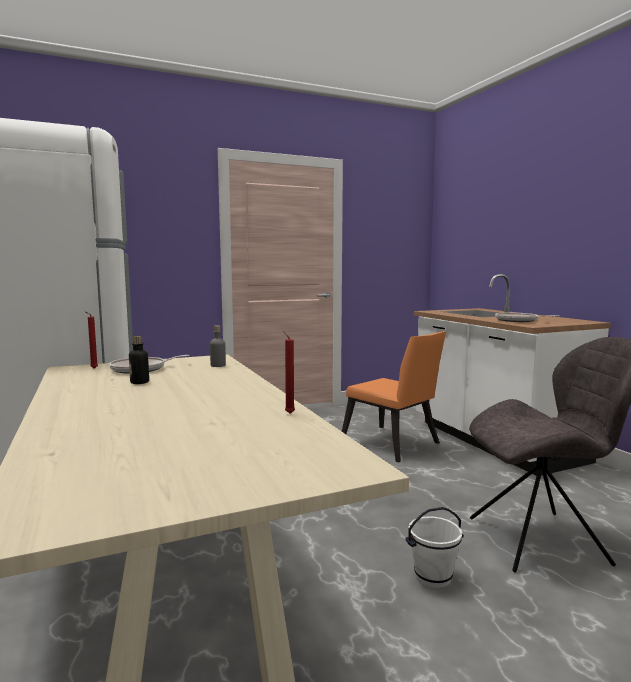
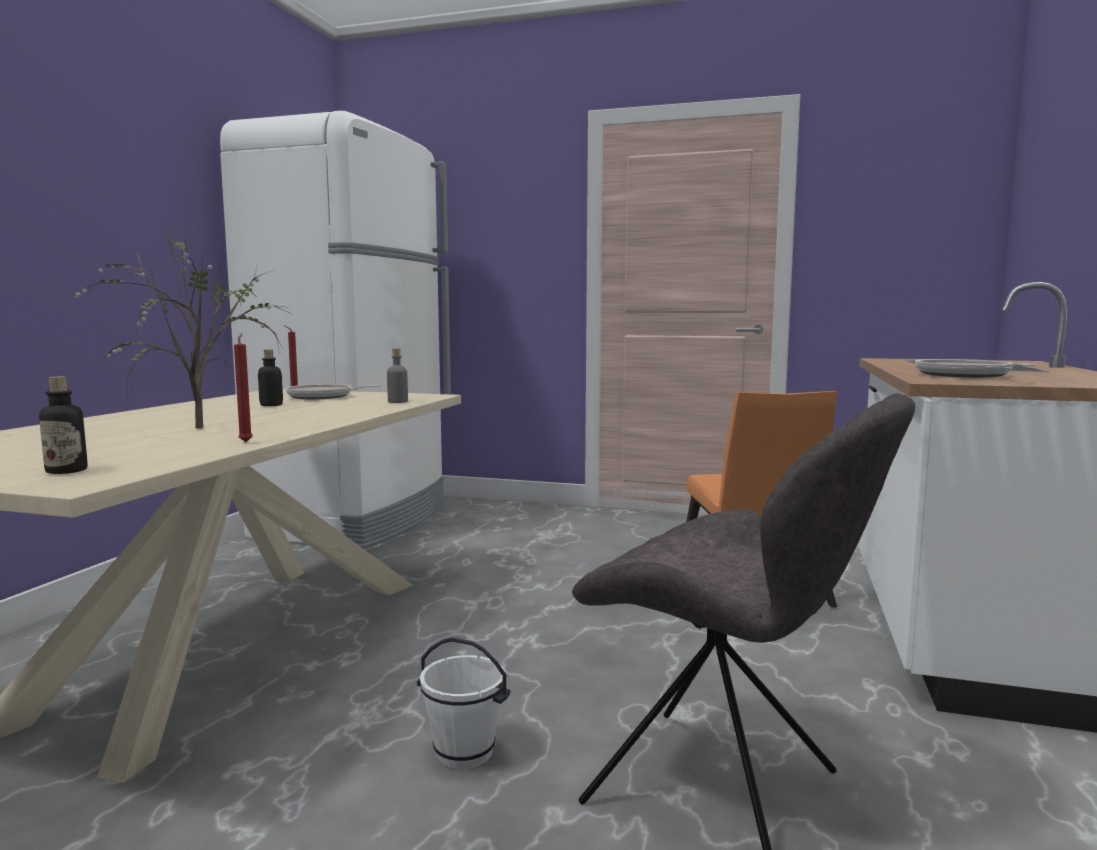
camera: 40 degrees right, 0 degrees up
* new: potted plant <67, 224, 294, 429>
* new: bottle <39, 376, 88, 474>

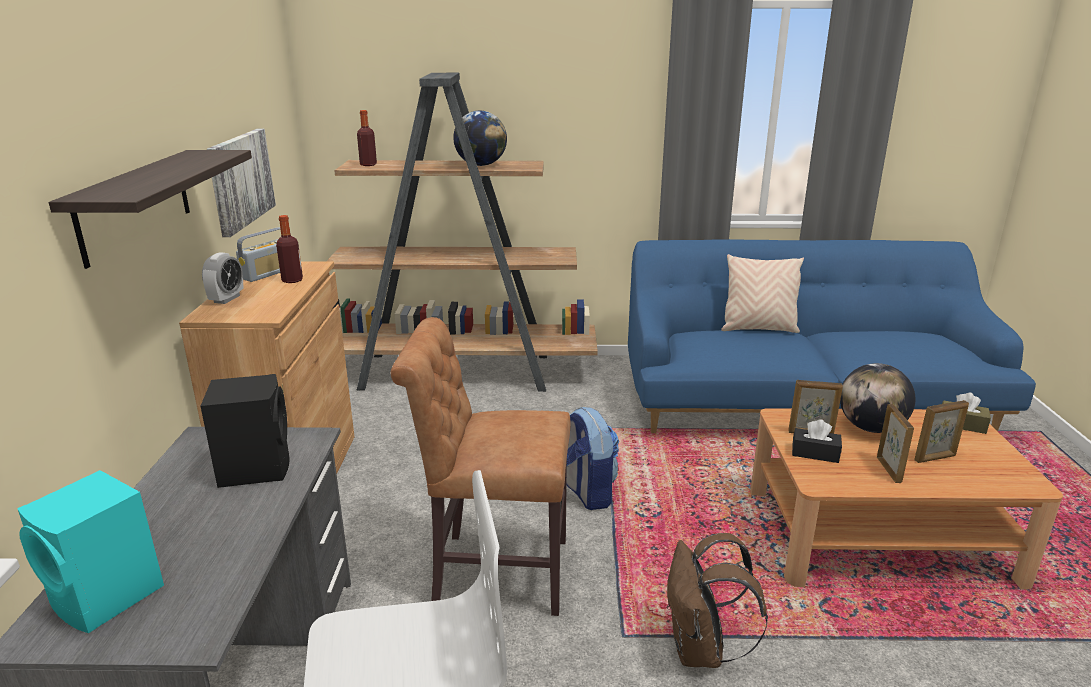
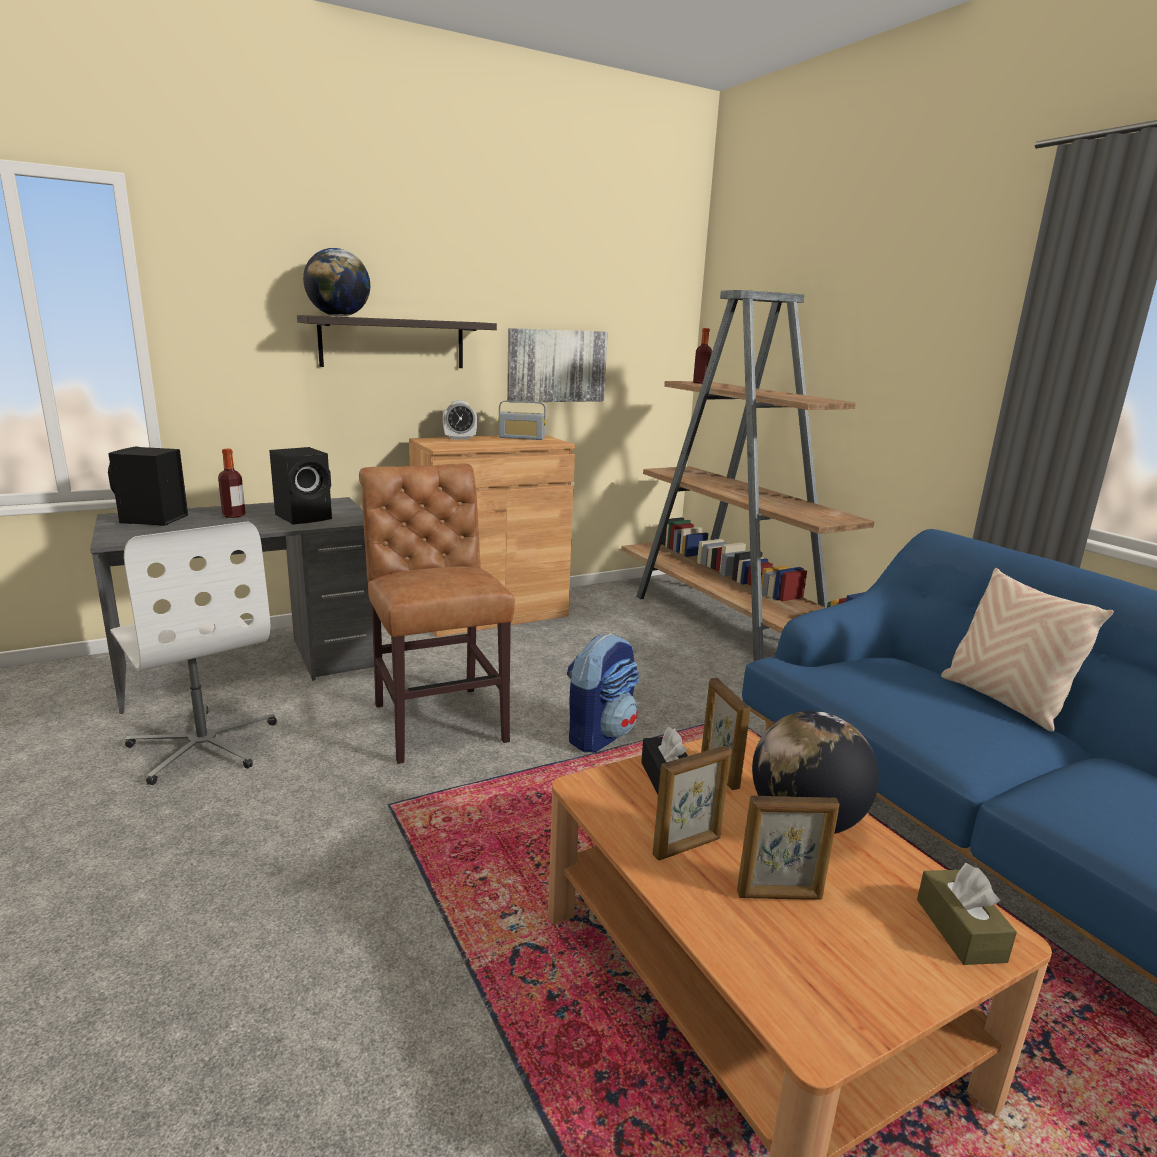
camera: 60 degrees right, 5 degrees down
* shifted: globe <453, 111, 507, 166> to <303, 248, 370, 317>
* shifted: bottle <276, 215, 303, 283> to <218, 449, 246, 518>
* rotated: picture frame <914, 400, 969, 463> = <737, 795, 839, 900> 45 degrees counterclockwise
* repainted: speaker/turquoise <17, 470, 164, 633> to speaker/black <108, 447, 188, 526>
* gone: backpack/brown <667, 533, 768, 668>

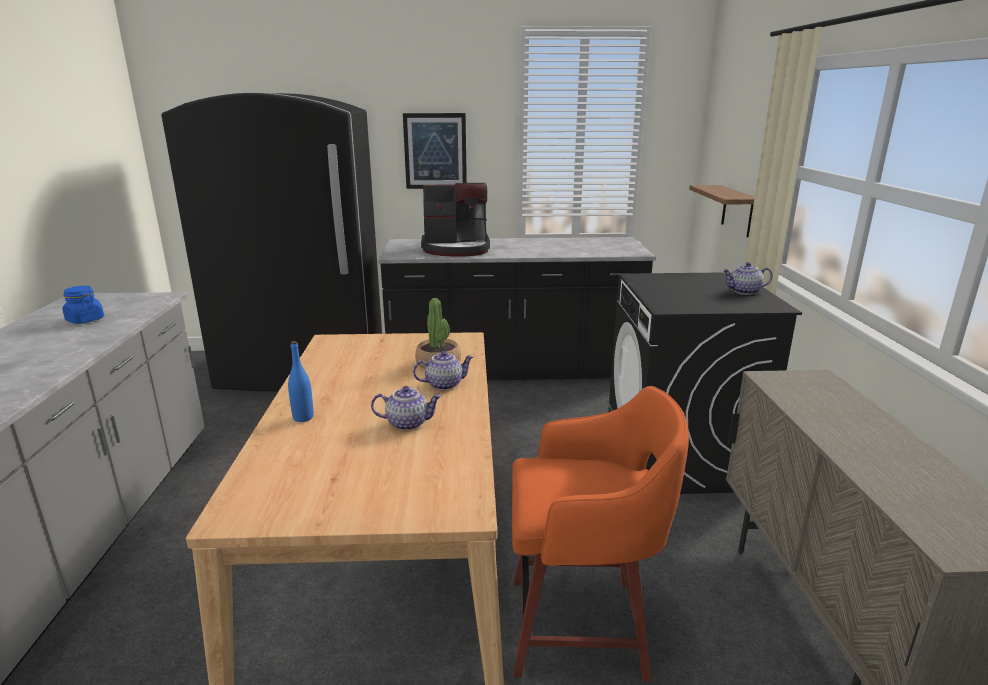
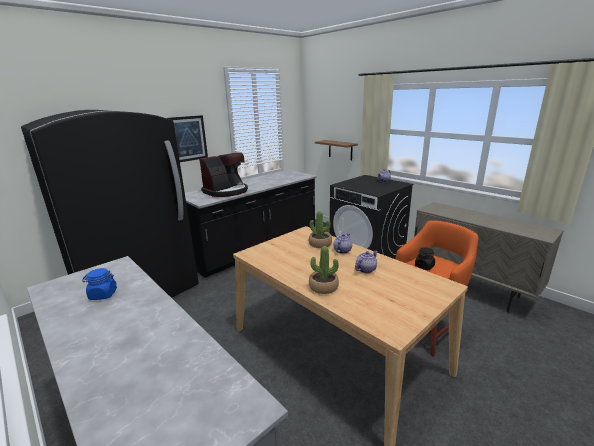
camera: 40 degrees left, 0 degrees up
* swapped: bottle/blue <288, 341, 314, 422> to potted plant <309, 246, 339, 294>
* new: jar/black <415, 247, 435, 270>

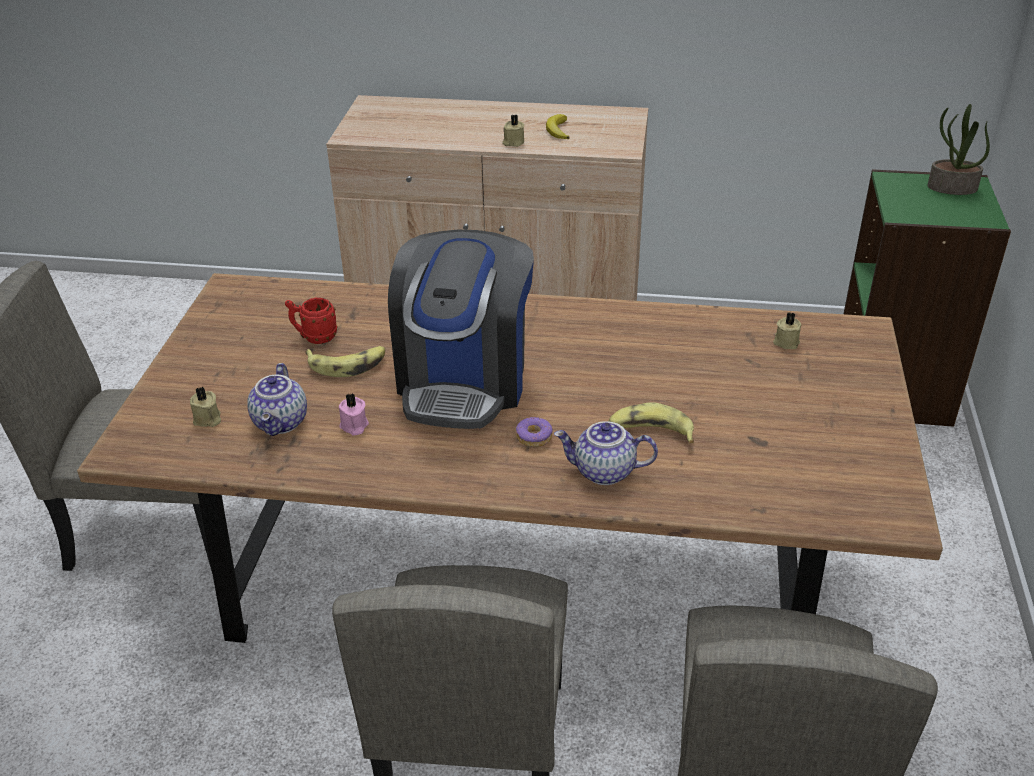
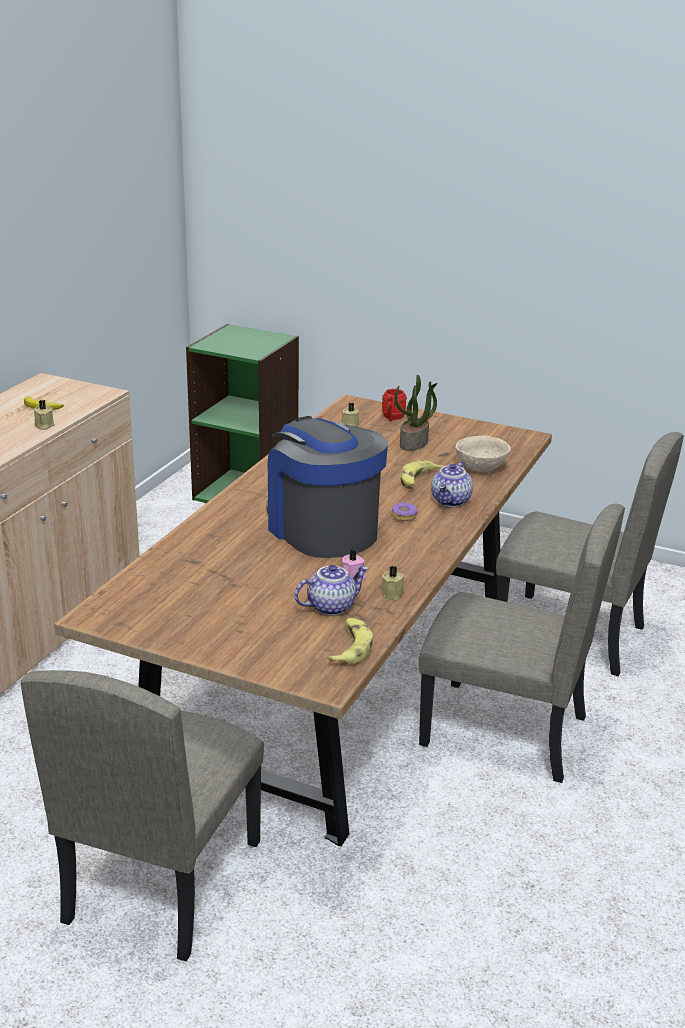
camera: 75 degrees left, 10 degrees down
* shifted: potted plant <928, 104, 990, 195> to <394, 375, 438, 451>
* rotated: coffee machine <388, 230, 534, 429> = <266, 416, 388, 558> 150 degrees counterclockwise
* shifted: mug/red <285, 297, 337, 344> to <382, 389, 407, 421>
* shifted: banana <305, 346, 385, 377> to <328, 618, 373, 663>
* rotated: teapot <247, 363, 307, 436> = <295, 565, 369, 616> 45 degrees counterclockwise
* shifted: candle/beige <190, 387, 221, 427> to <382, 566, 405, 600>
* new: bowl/beige <455, 435, 511, 472>

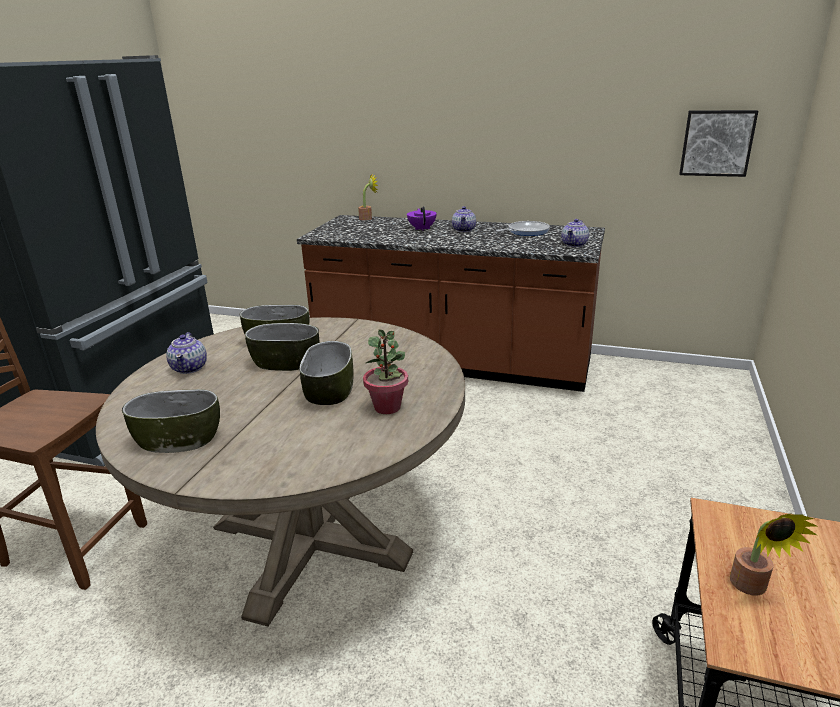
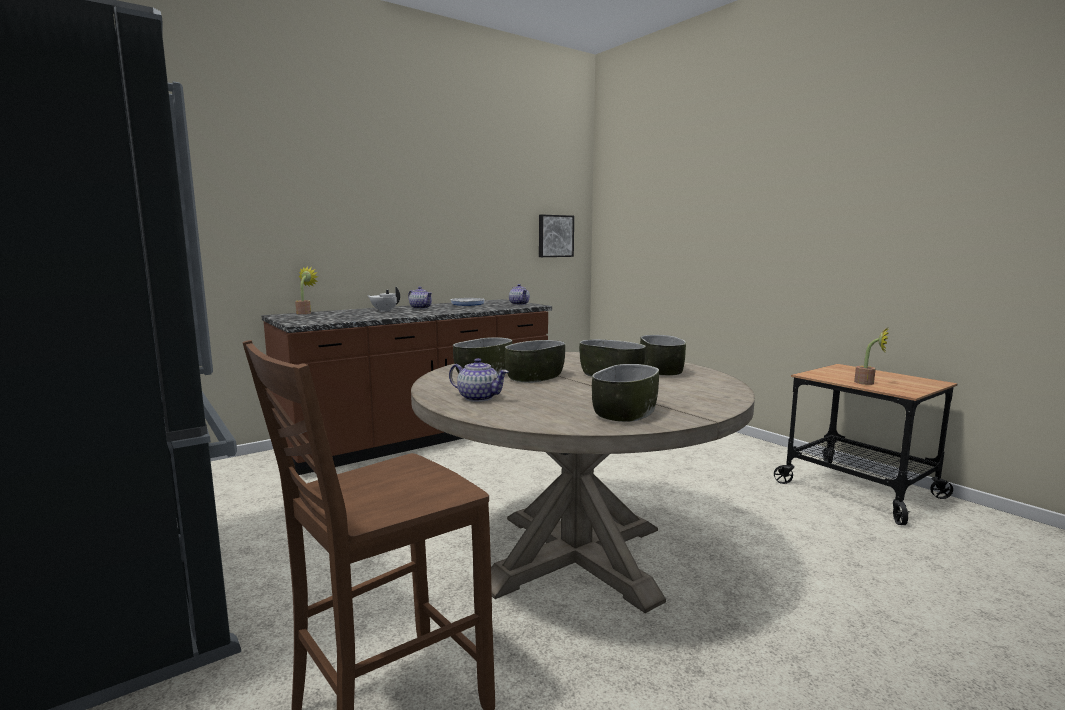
camera: 55 degrees left, 15 degrees down
* repainted: teapot/purple <407, 206, 437, 231> to teapot/white <367, 286, 400, 312>
* swapped: potted plant <363, 330, 408, 414> to bowl <640, 335, 686, 375>

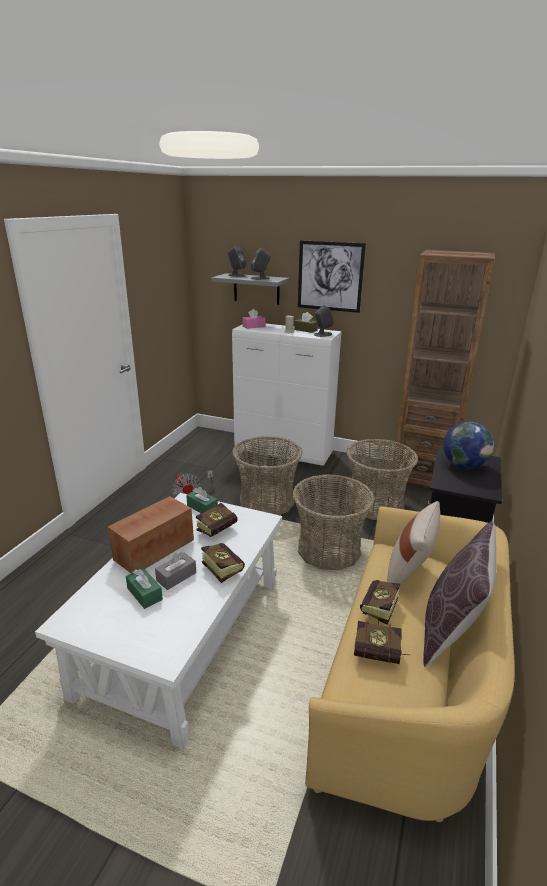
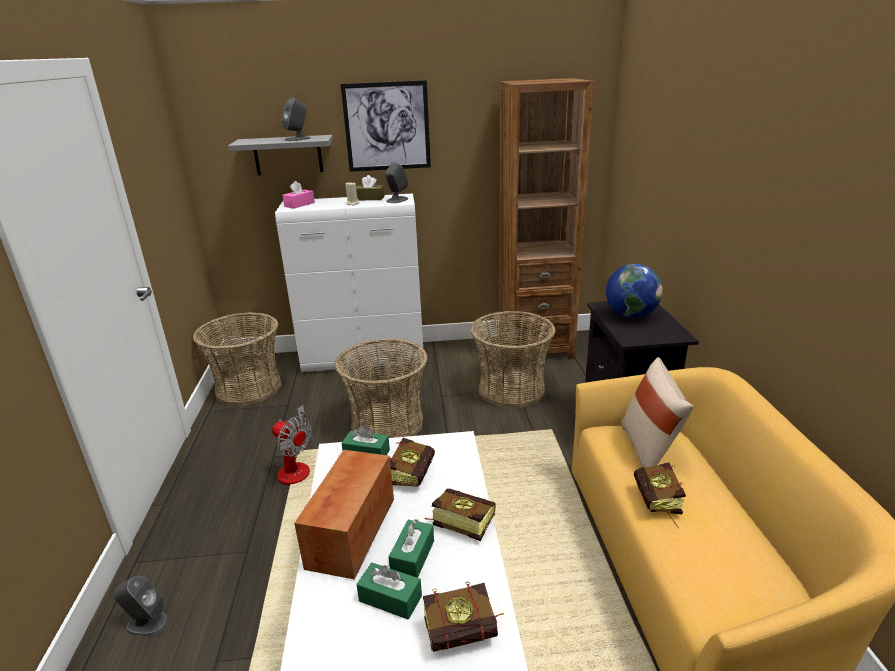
camera: 25 degrees left, 0 degrees up
* shifted: speaker/grey <228, 246, 246, 277> to <114, 576, 168, 636>
* shifted: basket <292, 474, 375, 570> to <193, 312, 282, 406>
* gone: pillow/brown <423, 521, 496, 667>
* repainted: tissue box/grey <155, 552, 196, 590> to tissue box/green <389, 519, 434, 578>
* shifted: book <354, 619, 411, 664> to <423, 581, 504, 652>

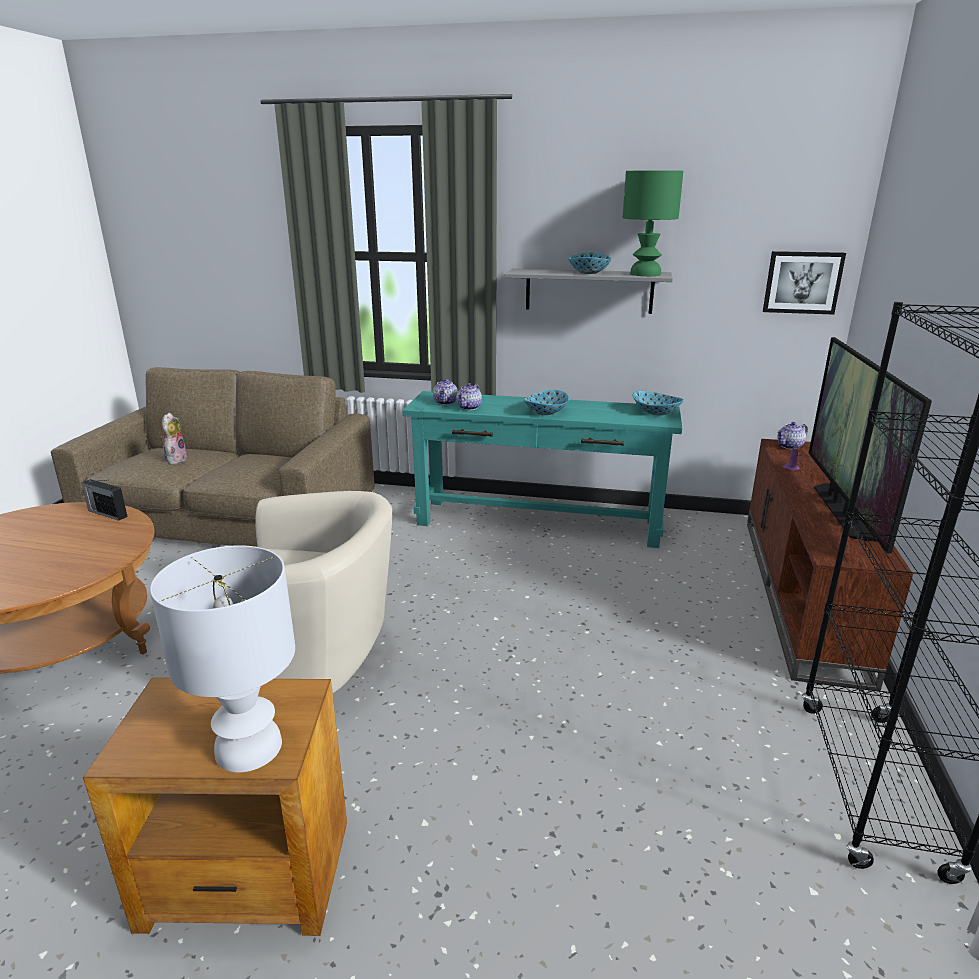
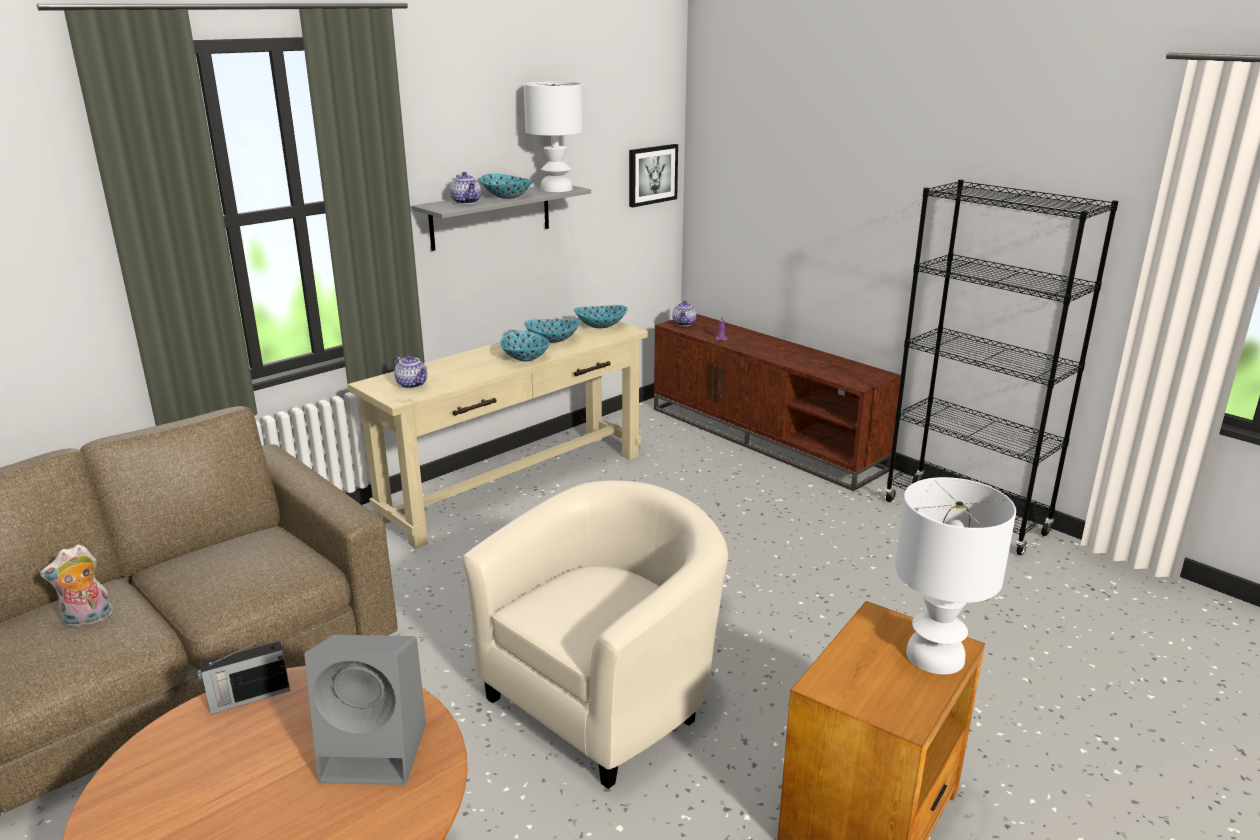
camera: 55 degrees left, 0 degrees up
* repainted: table lamp/green <623, 170, 683, 276> to table lamp/white <524, 81, 583, 192>
* gone: television <809, 337, 932, 554>
* shifted: teapot <456, 383, 482, 410> to <450, 172, 481, 204>
* repainted: console table/turquoise <402, 391, 682, 548> to console table/beige <348, 320, 648, 549>
* rotated: plush toy <160, 413, 188, 465> = <40, 544, 113, 627> 75 degrees counterclockwise
* new: bowl <524, 319, 581, 343>
* new: speaker/grey <304, 635, 426, 785>

